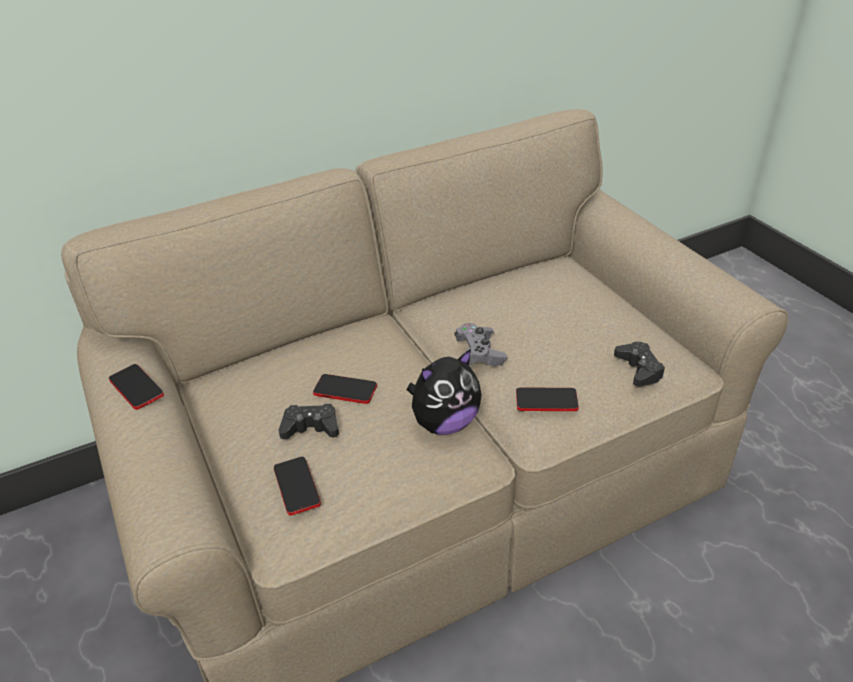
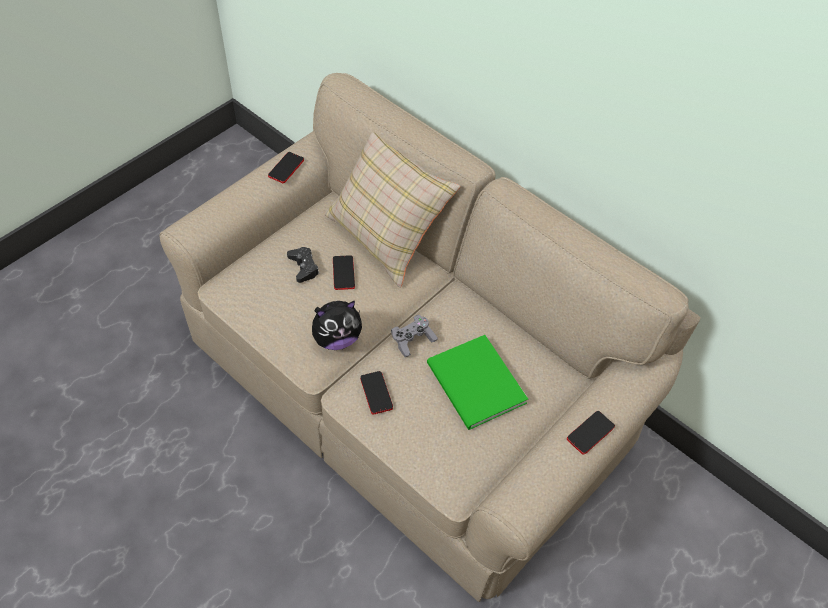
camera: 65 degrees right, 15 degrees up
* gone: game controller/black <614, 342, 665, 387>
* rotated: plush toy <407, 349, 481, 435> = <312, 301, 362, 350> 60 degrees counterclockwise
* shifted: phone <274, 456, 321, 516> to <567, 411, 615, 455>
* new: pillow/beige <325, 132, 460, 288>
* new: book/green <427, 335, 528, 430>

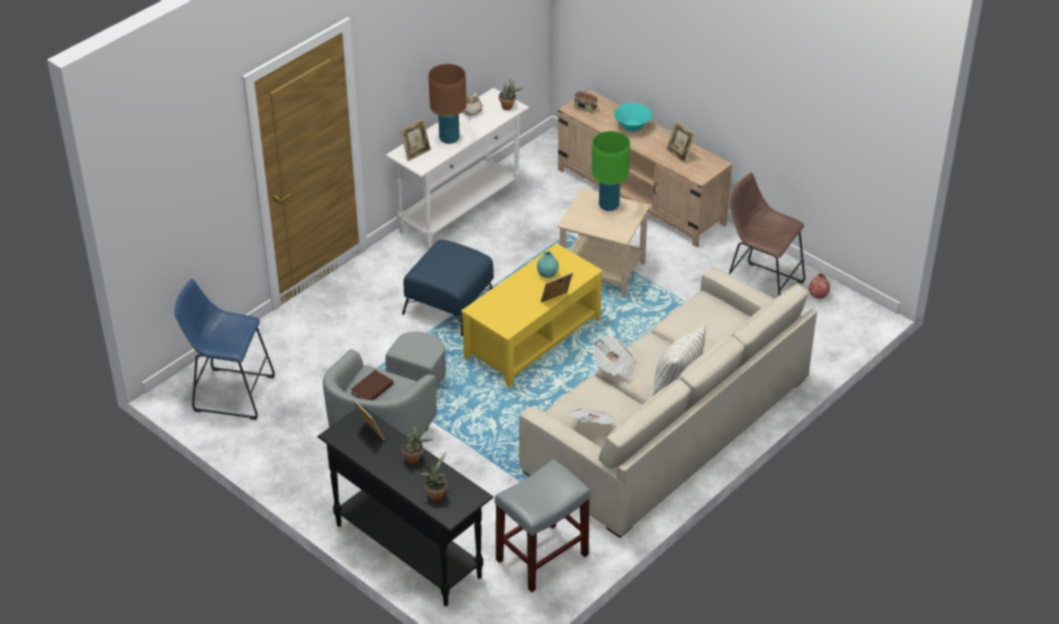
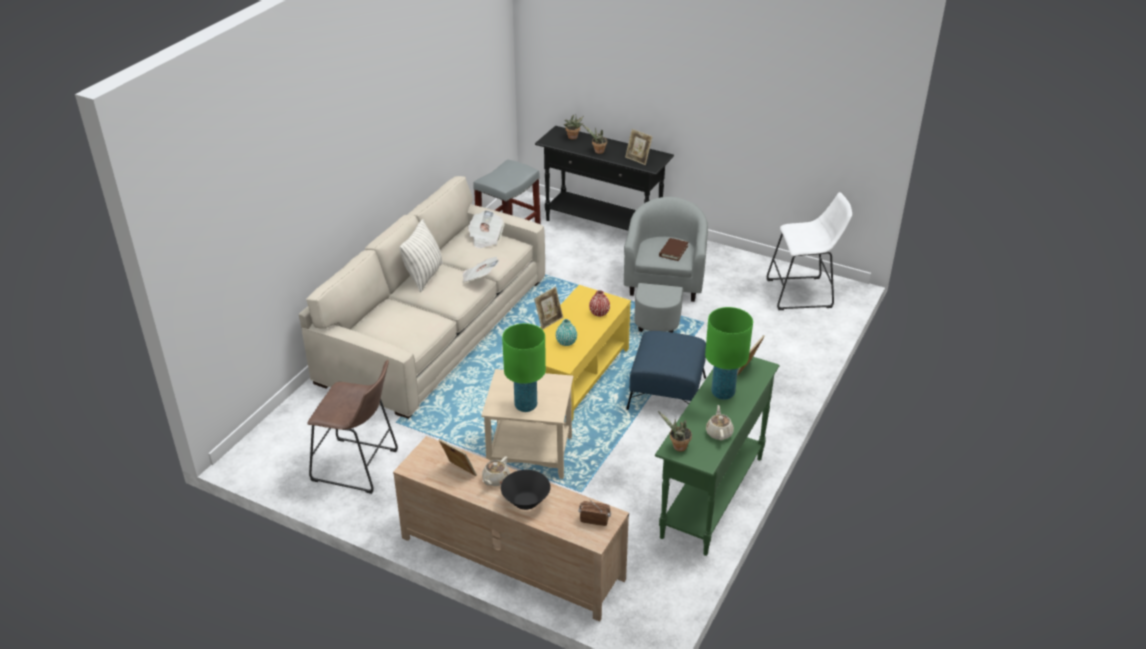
camera: 165 degrees right, 5 degrees down
* repainted: table lamp/brown <428, 64, 467, 144> to table lamp/green <705, 307, 753, 400>
* repainted: console table/white <386, 88, 529, 250> to console table/green <655, 357, 780, 556>
* repainted: bowl/turquoise <614, 103, 652, 132> to bowl/black <501, 470, 550, 510>
* shifted: vase/red <809, 273, 830, 299> to <589, 290, 610, 317>
* repainted: stool/blue <174, 279, 275, 420> to stool/white <767, 192, 852, 310>
* new: teapot/beige <482, 456, 510, 486>

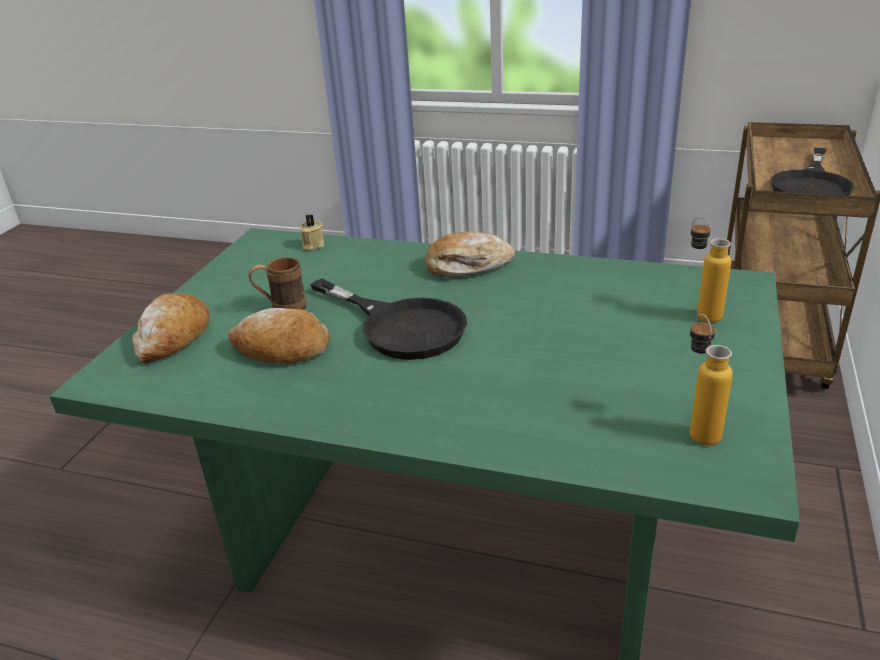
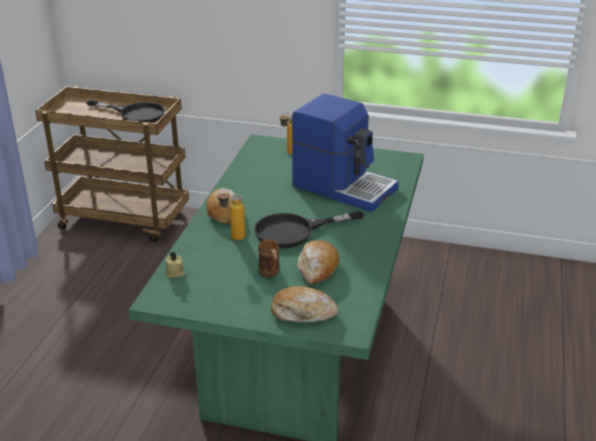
camera: 95 degrees left, 0 degrees up
* rotated: frying pan/black <310, 279, 467, 360> = <254, 211, 364, 248> 150 degrees counterclockwise
* shifted: bottle <690, 314, 733, 446> to <217, 190, 245, 240>
* new: coffee machine <292, 94, 398, 212>

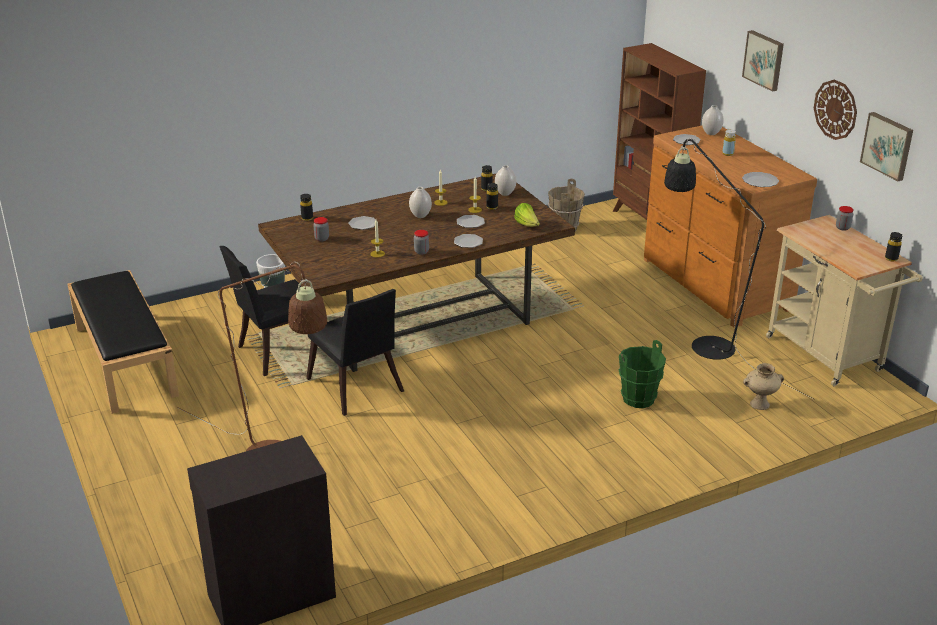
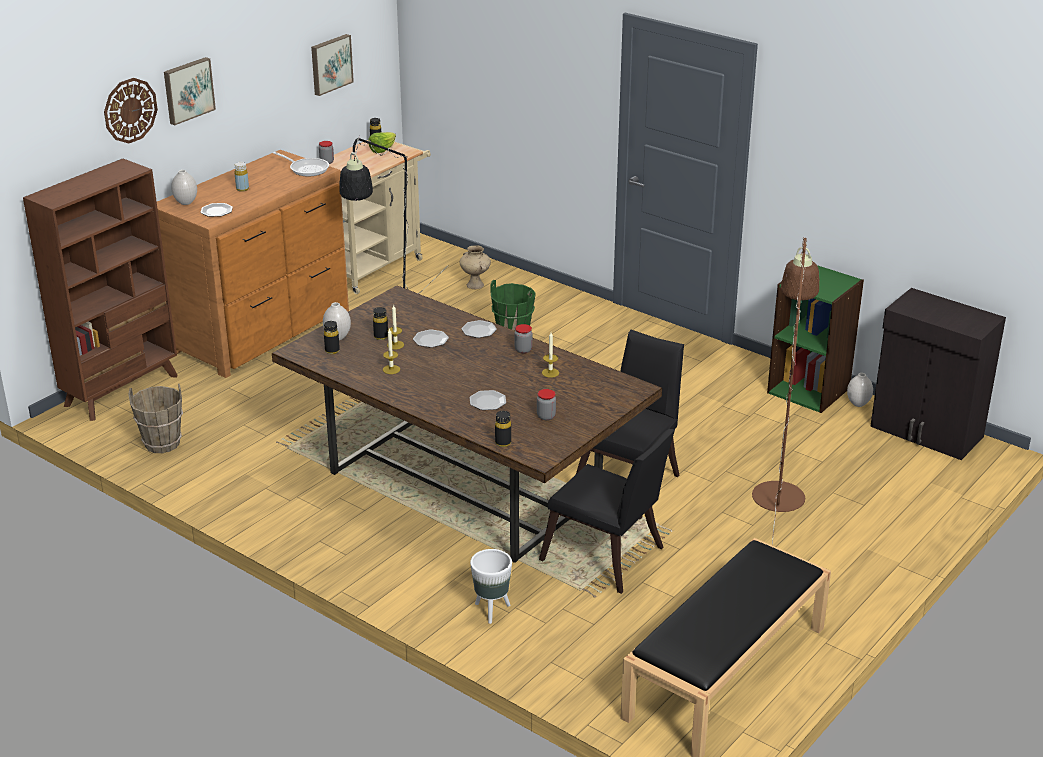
camera: 115 degrees left, 0 degrees up
* shifted: wall clock <814, 79, 857, 140> to <104, 78, 158, 143>
* swapped: plate <742, 172, 779, 187> to frying pan <273, 152, 329, 177>
* shifted: vase/white <409, 187, 432, 218> to <847, 373, 873, 407>
* shifted: lettuce <514, 203, 540, 227> to <368, 132, 396, 153>
* new: bookcase/green <767, 265, 864, 413>

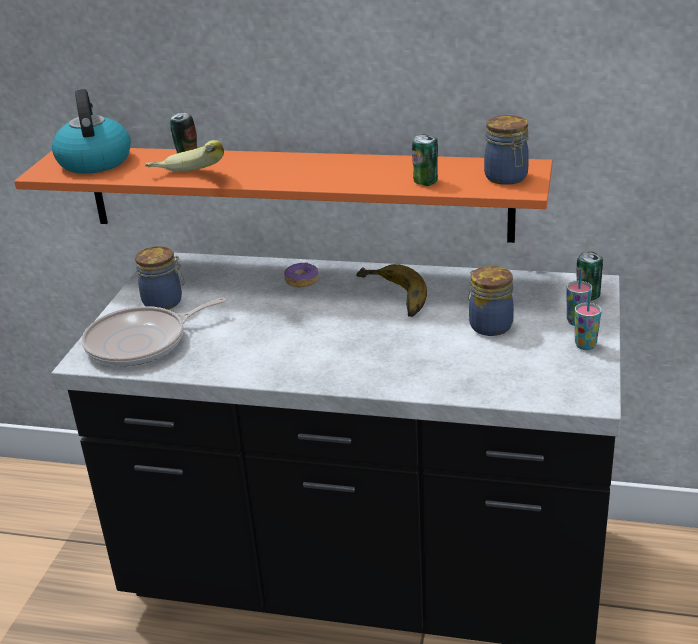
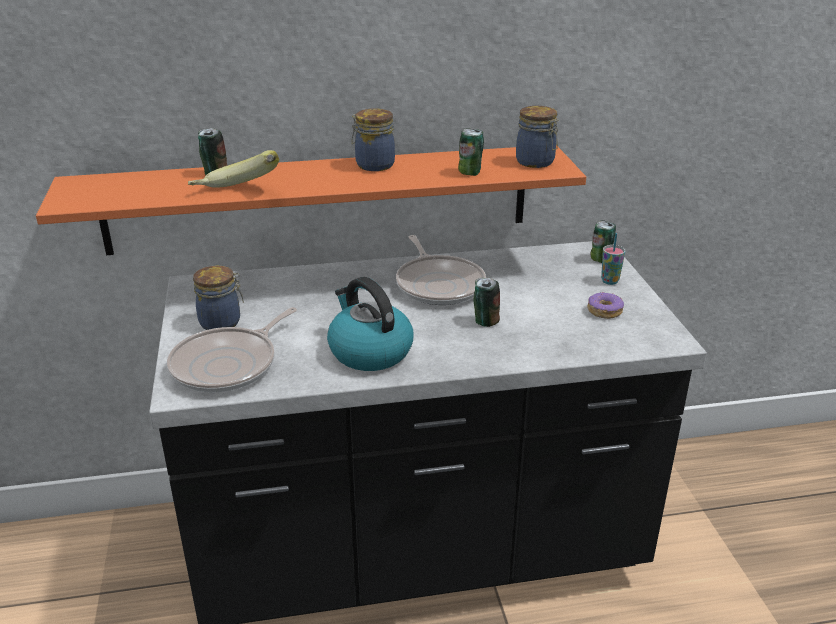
camera: 25 degrees left, 0 degrees up
* shifted: kettle <52, 89, 131, 174> to <327, 277, 413, 371>
* shifted: donut <284, 262, 319, 288> to <587, 292, 624, 319>
* swapped: banana <356, 264, 427, 317> to frying pan <396, 235, 486, 305>
* shifted: jar <468, 266, 514, 336> to <352, 108, 395, 171>
* gone: cup <575, 290, 602, 350>
* new: can <474, 278, 500, 327>

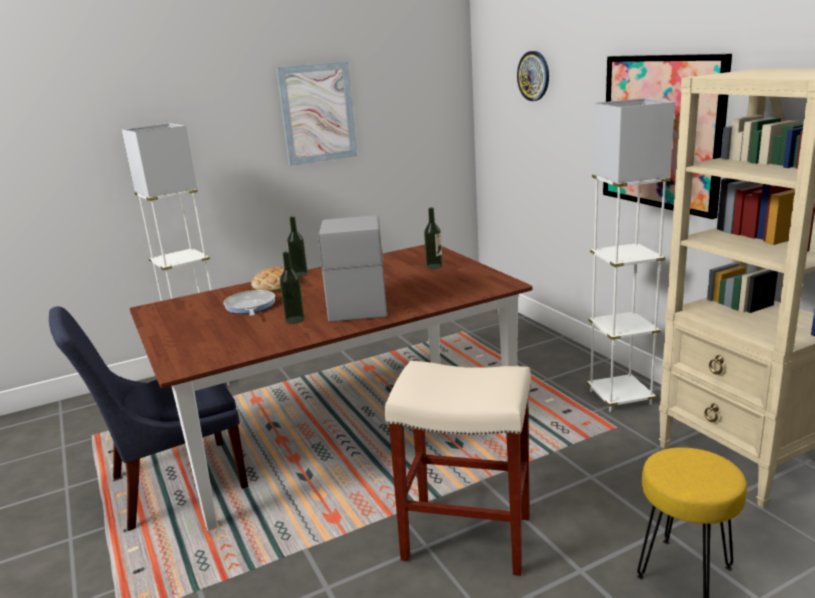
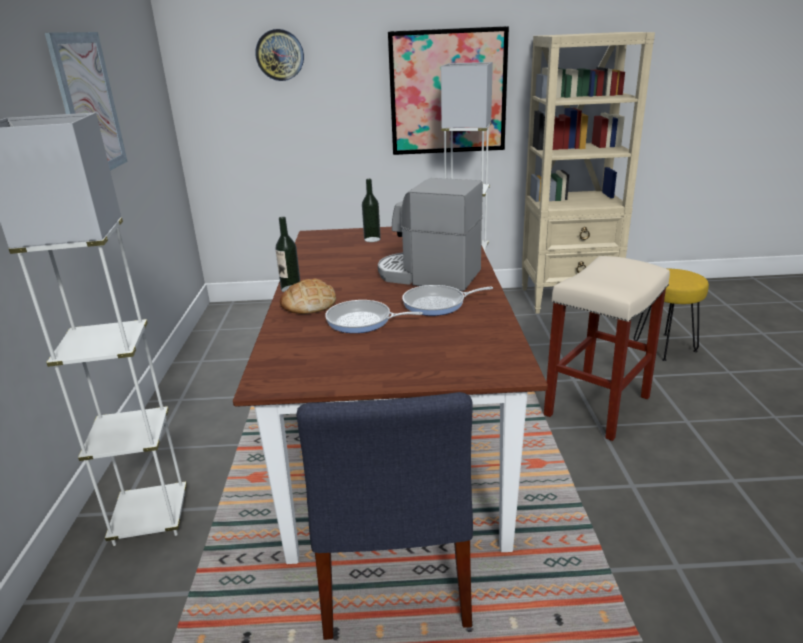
camera: 65 degrees left, 5 degrees up
* swapped: bottle <280, 251, 305, 324> to frying pan <402, 285, 493, 316>

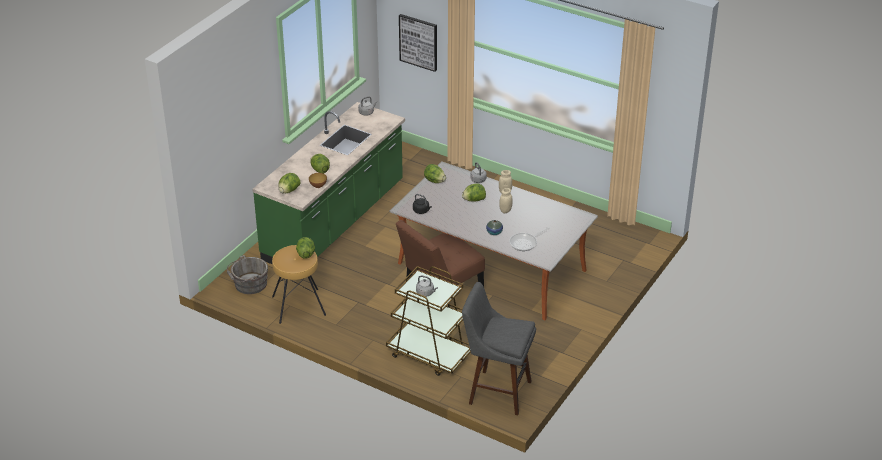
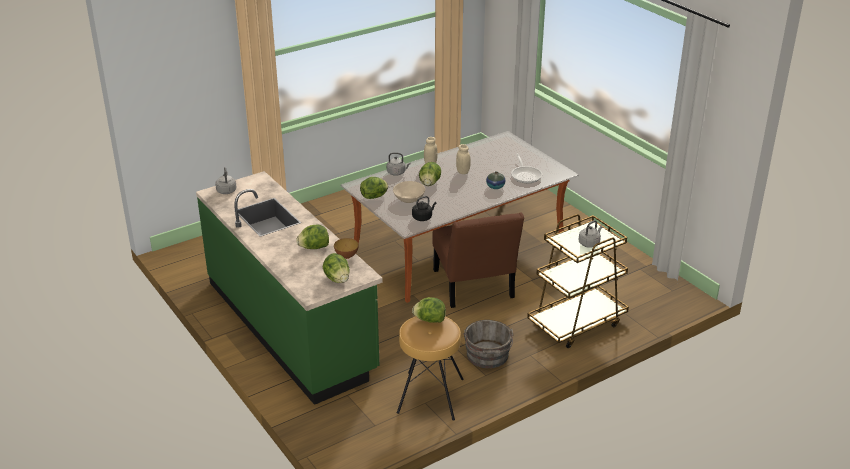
camera: 65 degrees left, 5 degrees down
* gone: picture <399, 14, 437, 72>
* shifted: bucket/grey <227, 255, 268, 294> to <464, 320, 514, 368>
* gone: stool/grey <462, 282, 536, 415>
* new: bowl/beige <393, 181, 425, 203>

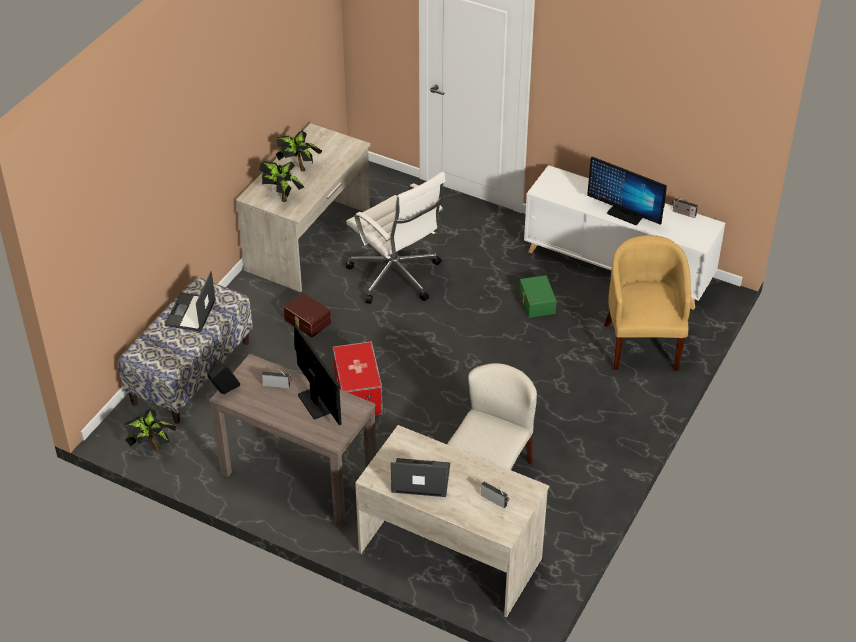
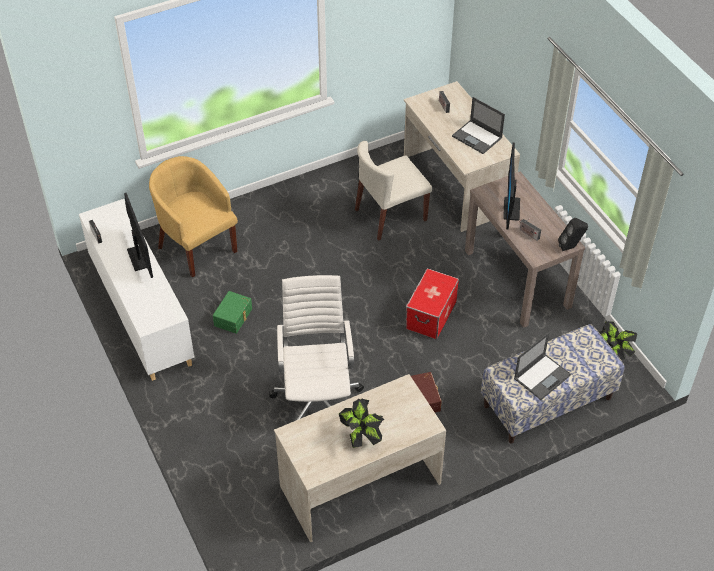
camera: 145 degrees left, 5 degrees up
* gone: potted plant <259, 161, 304, 202>
* rotated: armchair/yellow <604, 235, 691, 371> = <149, 156, 238, 277> 105 degrees clockwise

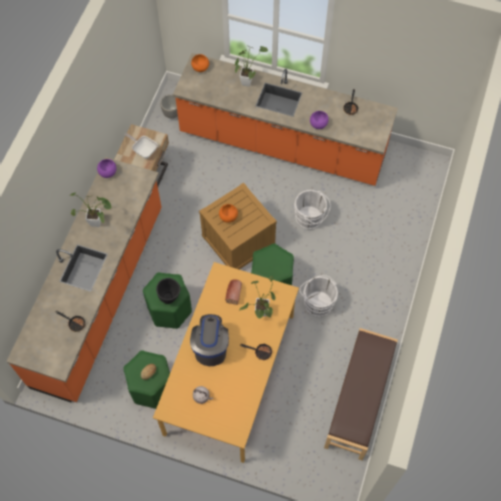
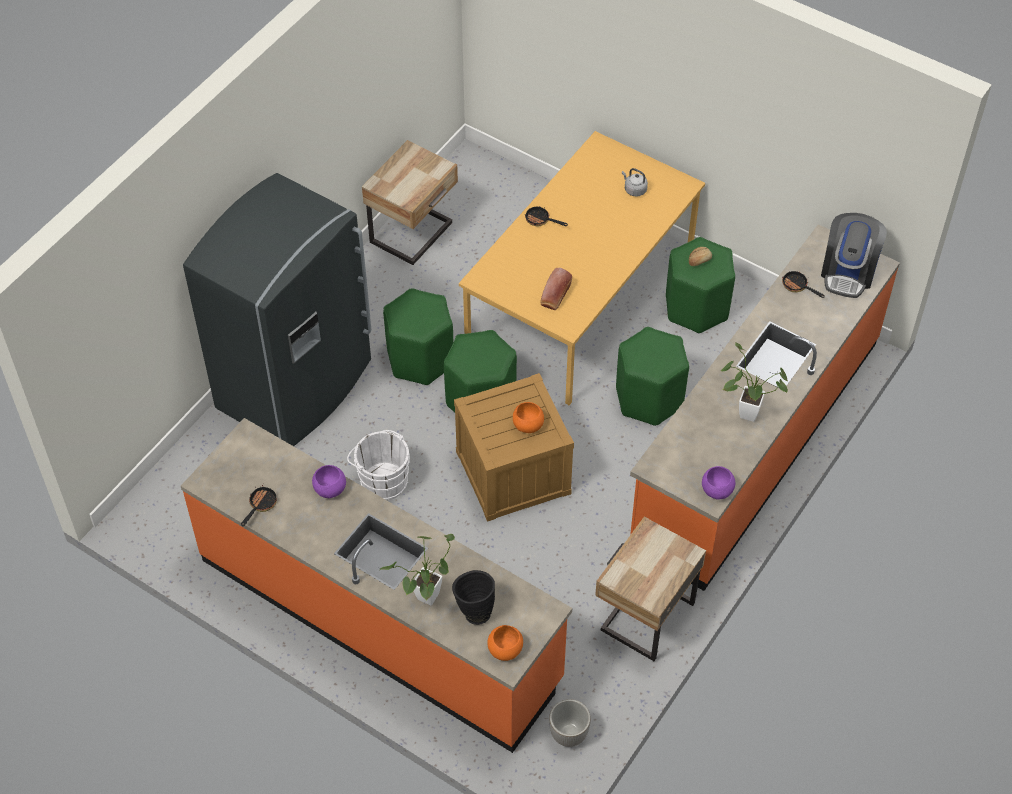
camera: 165 degrees left, 10 degrees down
* gone: frying pan <125, 133, 158, 159>
* swapped: bucket/white <300, 275, 338, 317> to stool/green <383, 288, 453, 385>
* gone: potted plant <239, 276, 276, 319>
* shifted: vase/black <156, 278, 181, 304> to <452, 570, 495, 625>
* shifted: coffee machine <190, 314, 229, 366> to <821, 213, 887, 298>
* swapped: bench/brown <324, 328, 398, 460> to nightstand/beige <362, 140, 458, 265>
* new: fridge/grey <183, 173, 372, 446>

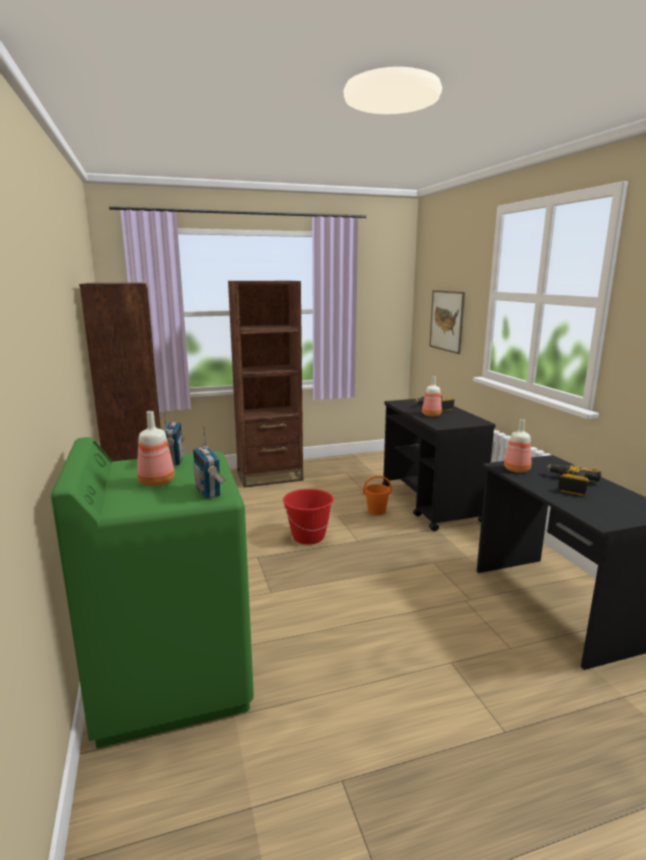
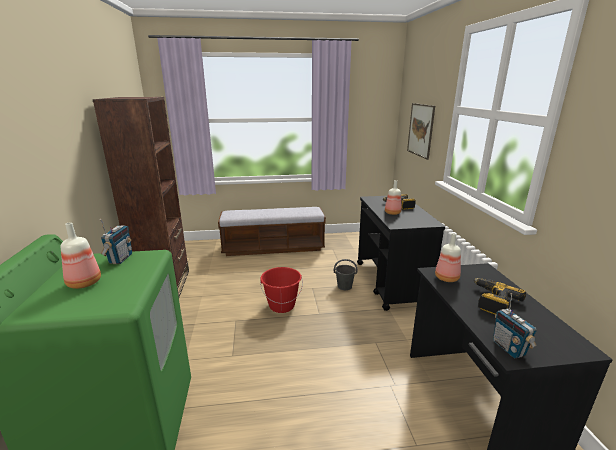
camera: 10 degrees right, 5 degrees up
* swapped: bookcase/brown <228, 281, 303, 488> to bench <218, 207, 326, 256>
* shifted: radio <193, 426, 226, 499> to <493, 293, 537, 358>
* repainted: bucket/orange <363, 476, 392, 515> to bucket/grey <334, 259, 357, 290>

